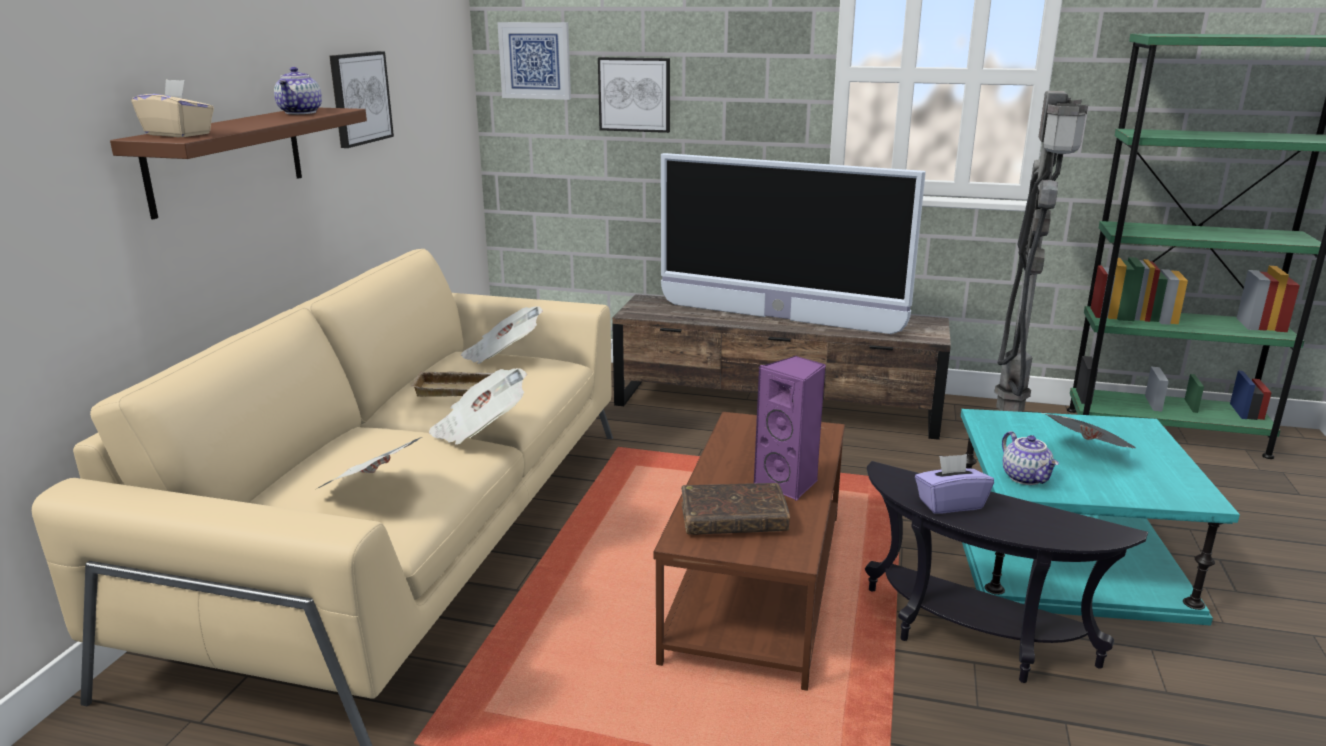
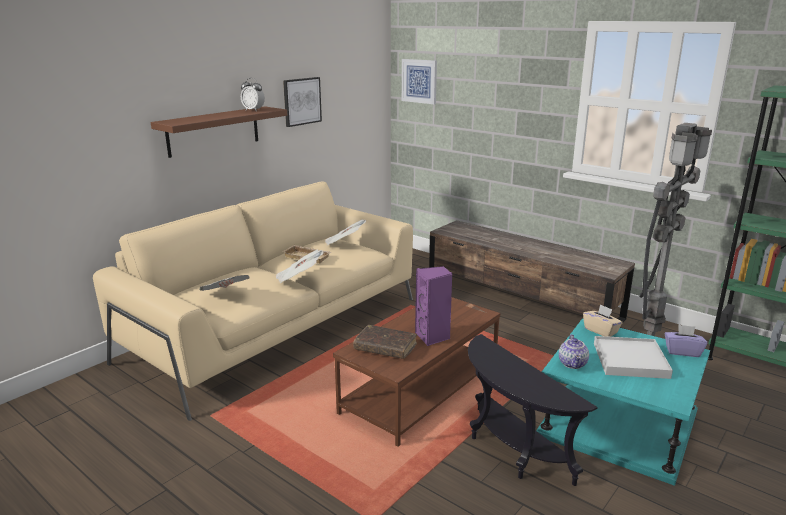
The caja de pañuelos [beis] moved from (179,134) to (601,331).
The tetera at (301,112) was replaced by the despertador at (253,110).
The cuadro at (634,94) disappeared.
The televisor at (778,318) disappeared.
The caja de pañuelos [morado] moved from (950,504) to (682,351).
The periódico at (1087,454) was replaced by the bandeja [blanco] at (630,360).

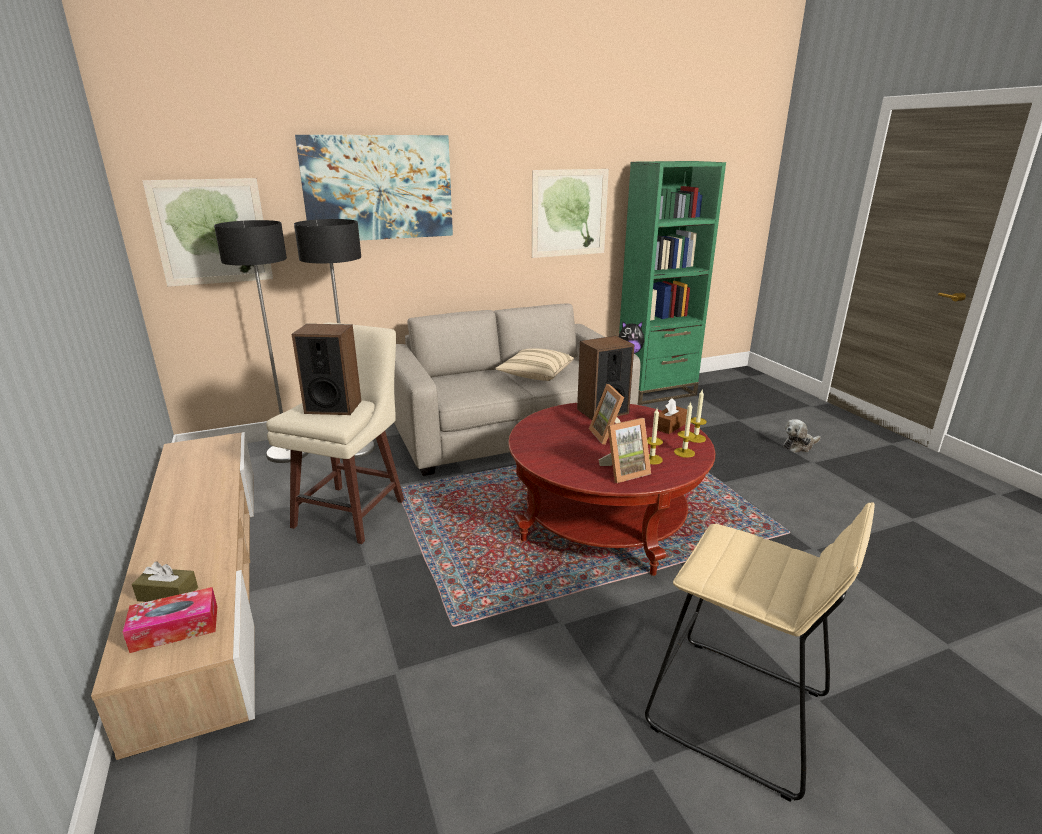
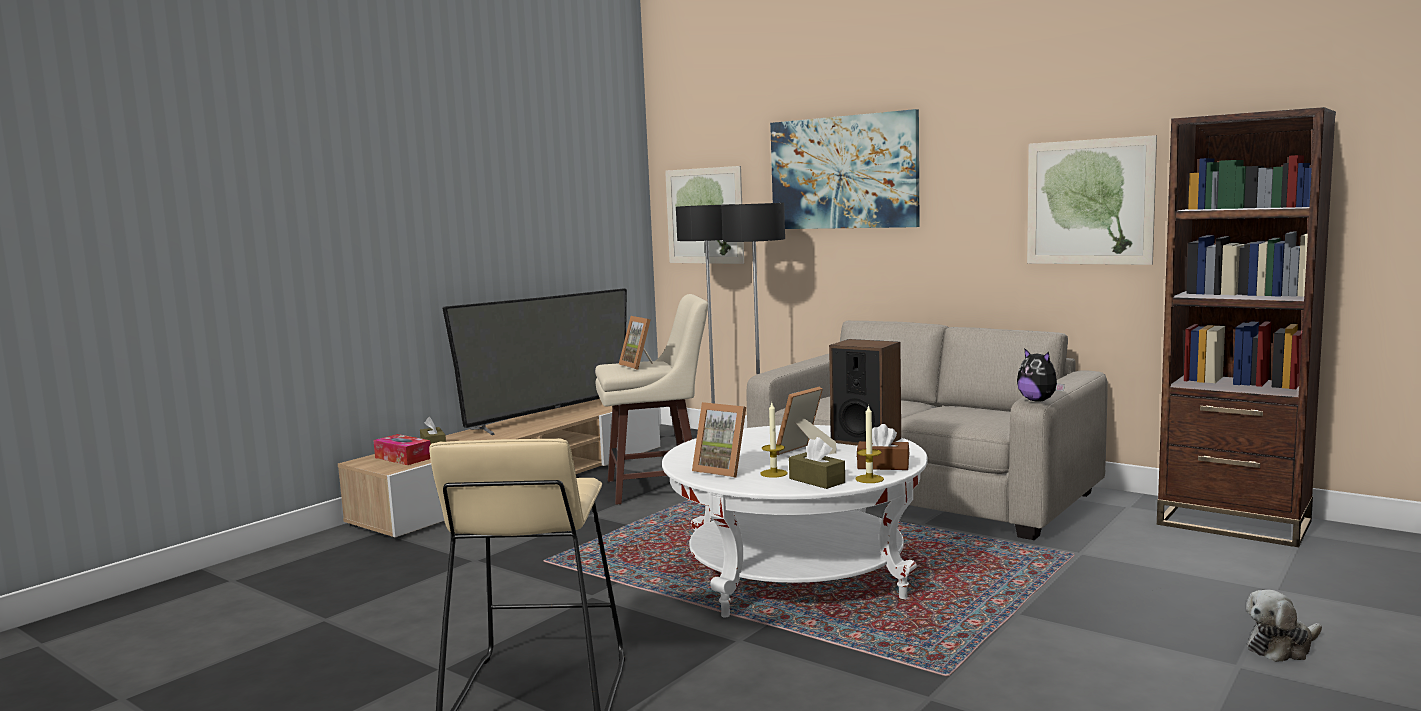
The altavoz at (333,407) was replaced by the portarretratos at (640,366).
The cojín [beis] at (535,375) disappeared.
The mesa de centro [rojo] at (604,521) became the mesa de centro [blanco] at (796,573).
The estantería [verde] at (655,392) became the estantería [marrón] at (1233,523).
The vela at (684,452) was replaced by the caja de pañuelos [marrón] at (817,480).
The peluche at (799,446) turned 60 degrees counterclockwise.
The televisor at (550,416) appeared.

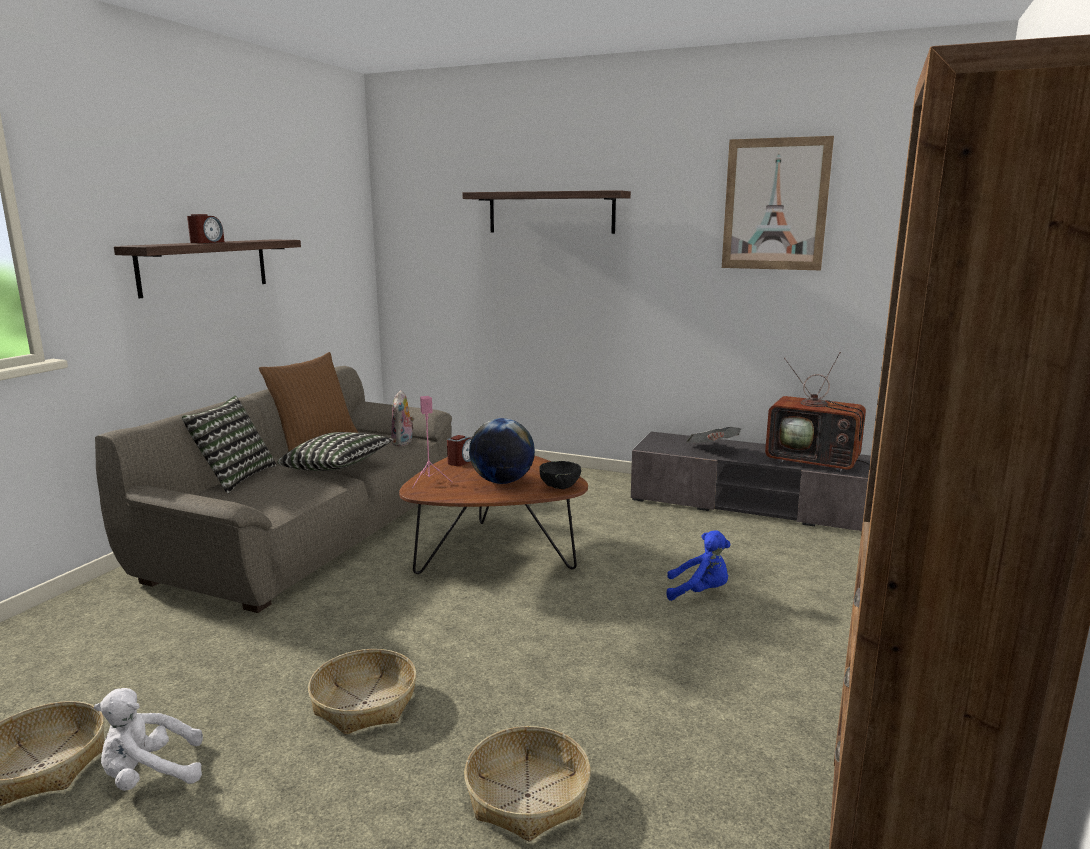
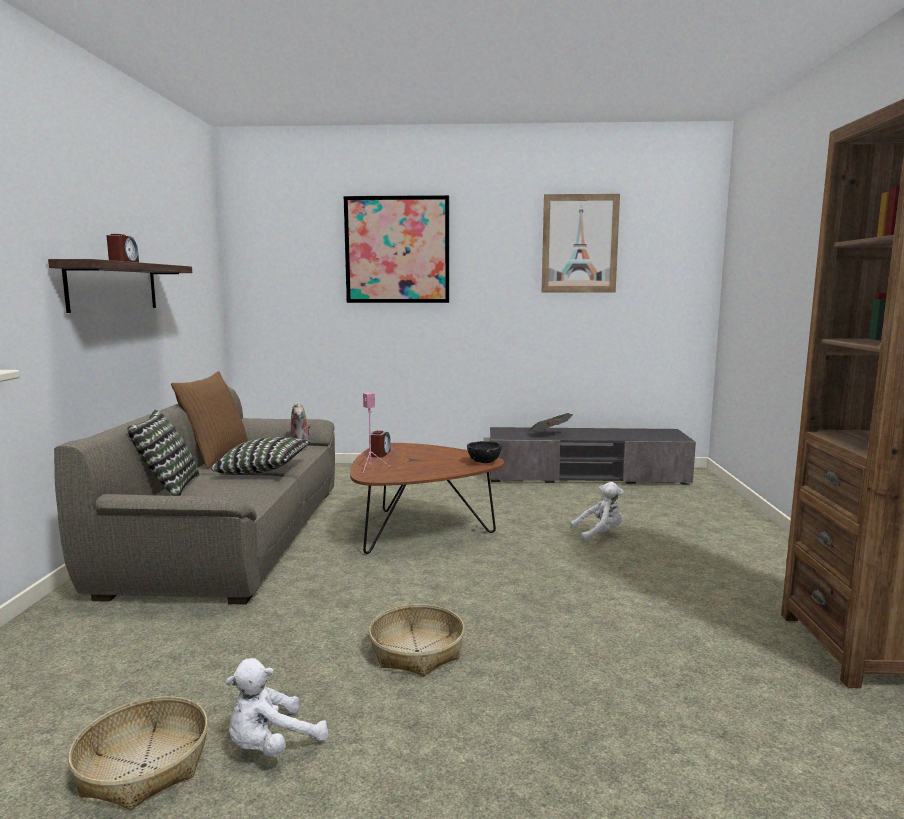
The estante at (551,212) was replaced by the cuadro at (397,250).
The cesta at (527,795) disappeared.
The globo terráqueo at (502,482) disappeared.
The peluche [azul] at (699,592) became the peluche [blanco] at (599,534).
The televisor at (815,461) disappeared.

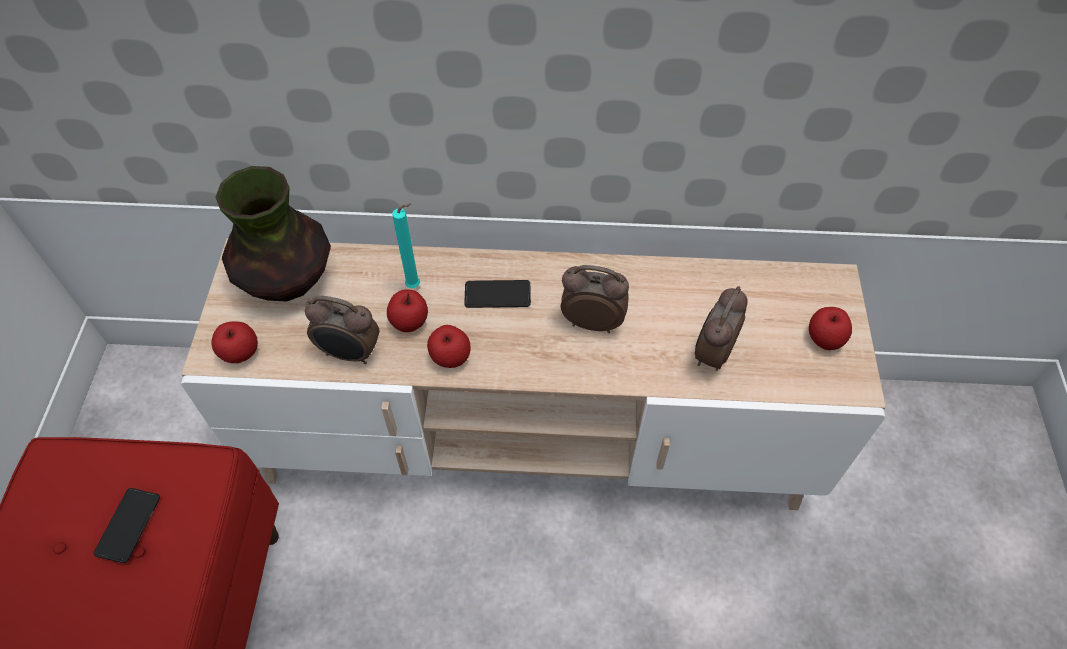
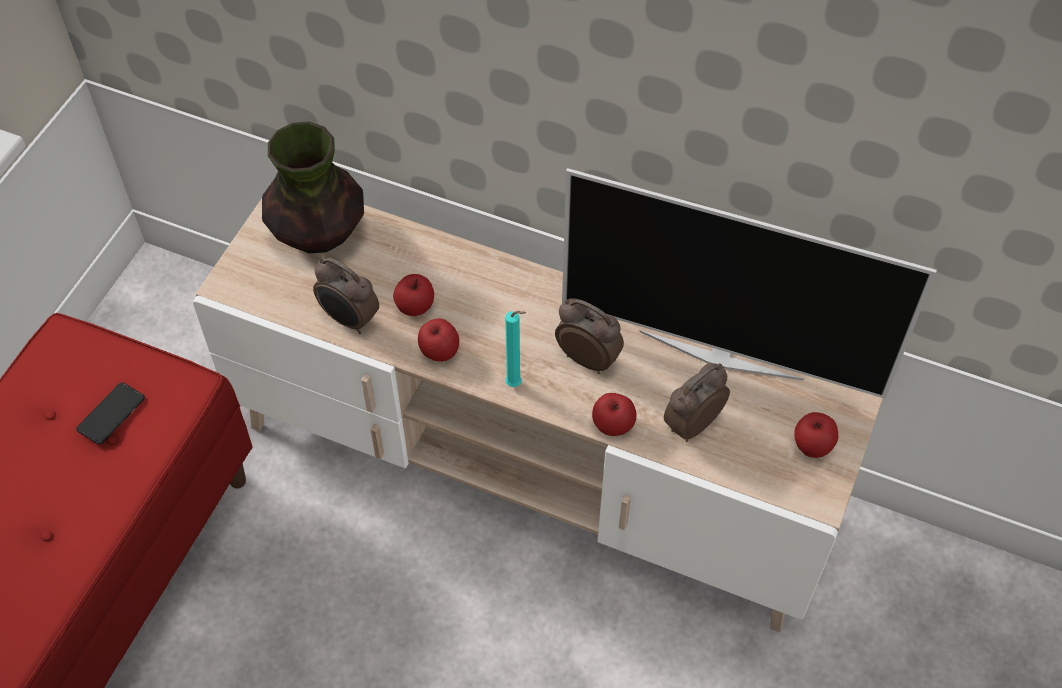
The manzana moved from (240,352) to (613,425).
The vela [turquesa] moved from (415,286) to (516,385).
The móvil at (497,295) disappeared.
The televisor at (721,353) appeared.

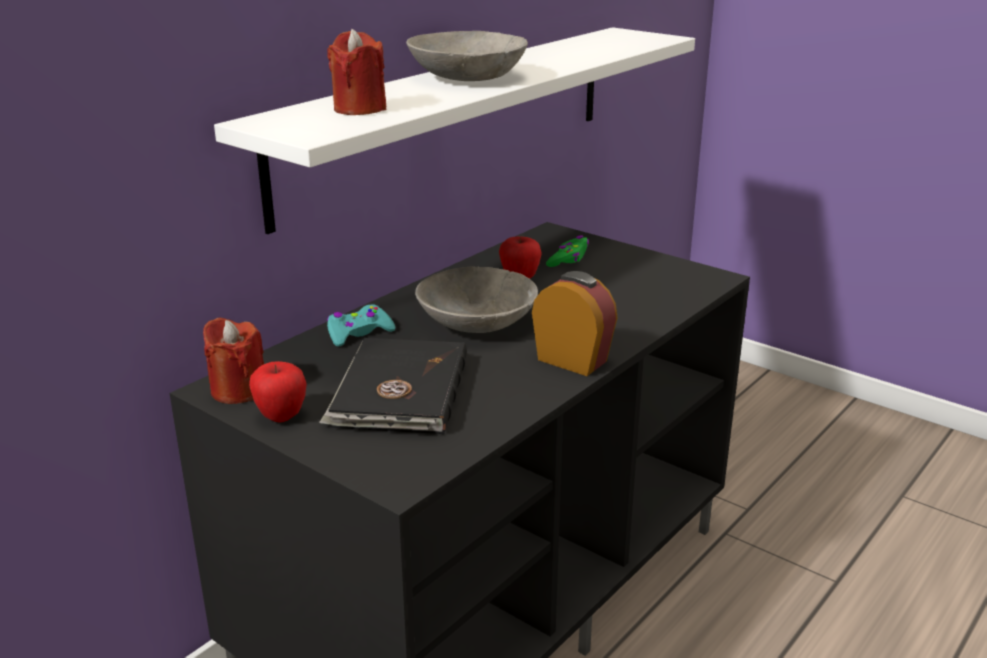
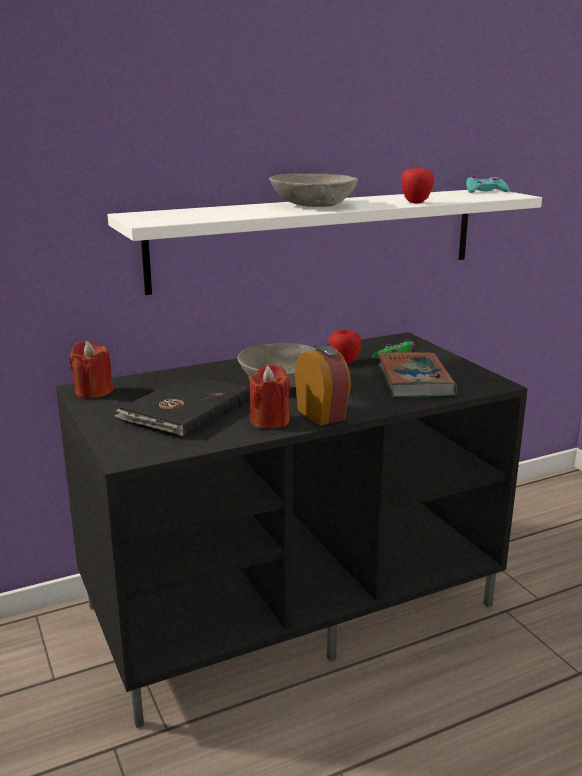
The manzana moved from (281,416) to (416,202).
The vela [rojo] moved from (360,109) to (269,421).
The mando de consola [turquesa] moved from (358,333) to (485,191).
The libro at (414,381) appeared.

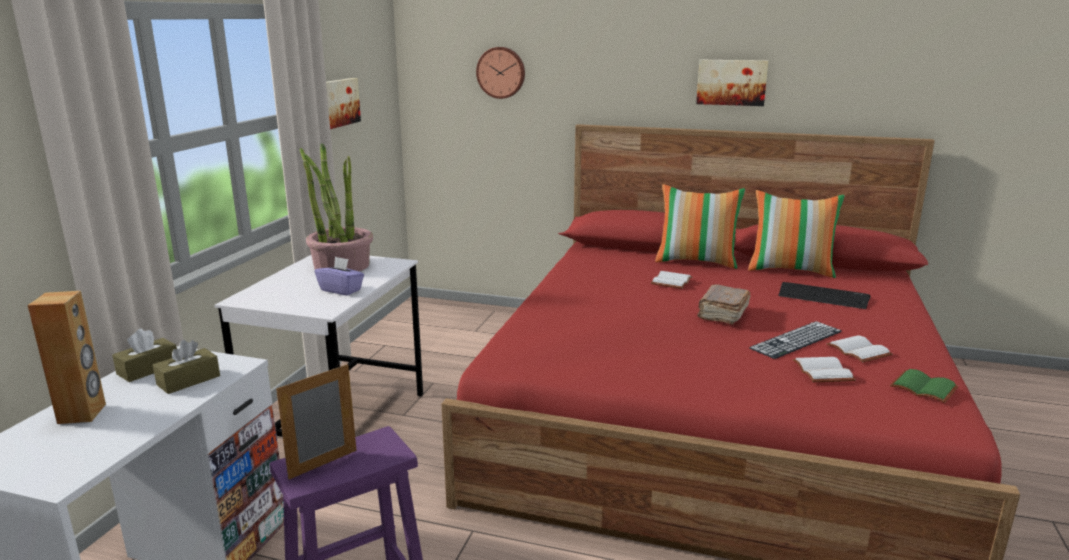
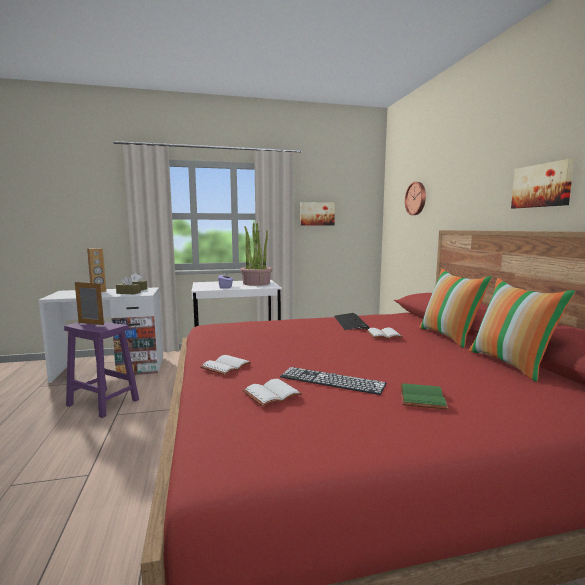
The libro [marrón] at (722,313) disappeared.
The teclado moved from (823,297) to (351,322).
The libro [blanco] moved from (856,351) to (225,366).
The libro [verde] moved from (922,388) to (420,397).

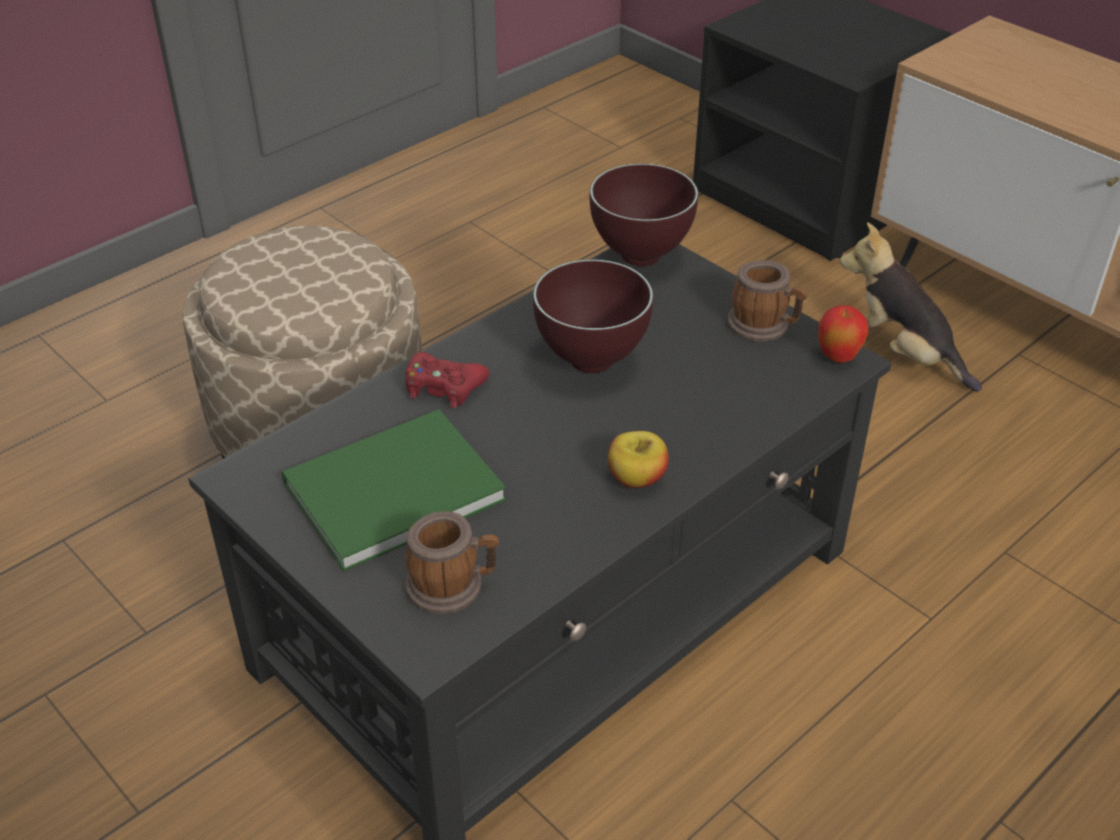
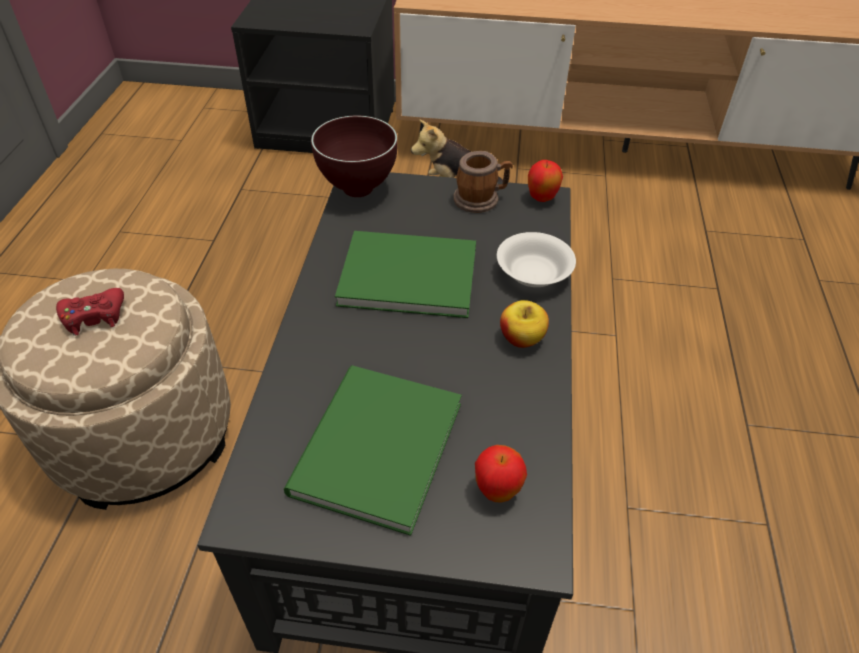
The mando de consola [rojo] moved from (443,387) to (94,316).
The taza grande at (453,585) was replaced by the manzana at (497,491).
The cuenco [marrón] at (592,360) was replaced by the libro [verde] at (405,273).
The cuenco [blanco] at (534,273) appeared.

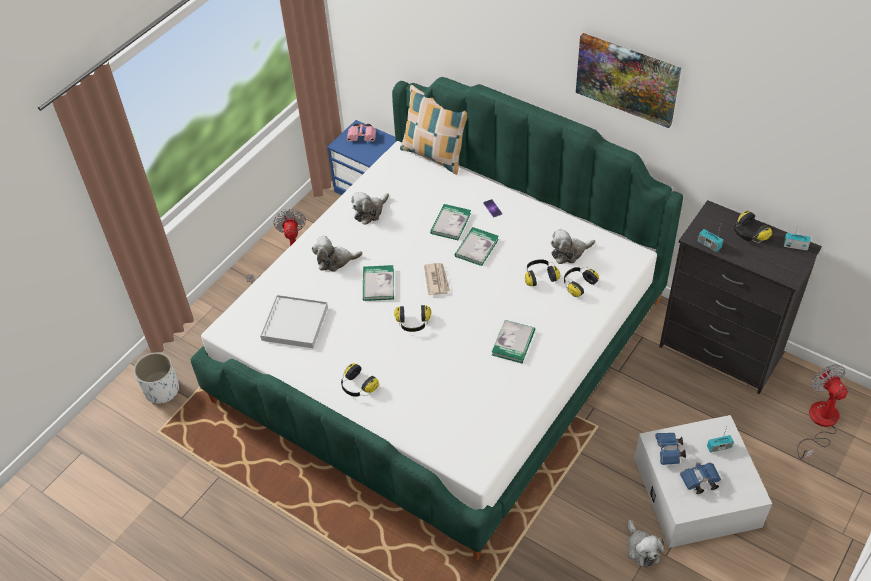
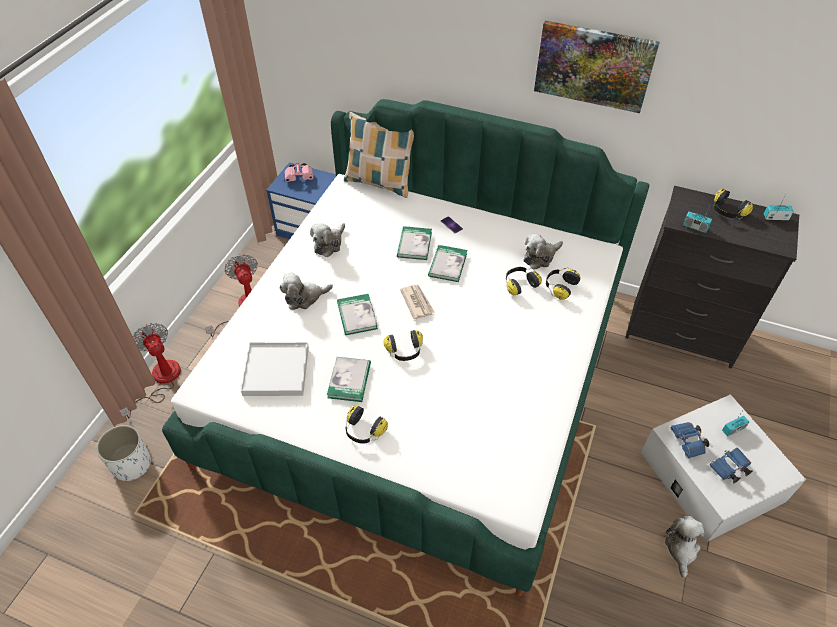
The libro moved from (513,343) to (349,380).
The peluche at (642,549) turned 135 degrees counterclockwise.
The ventilador moved from (820,423) to (160,380).

